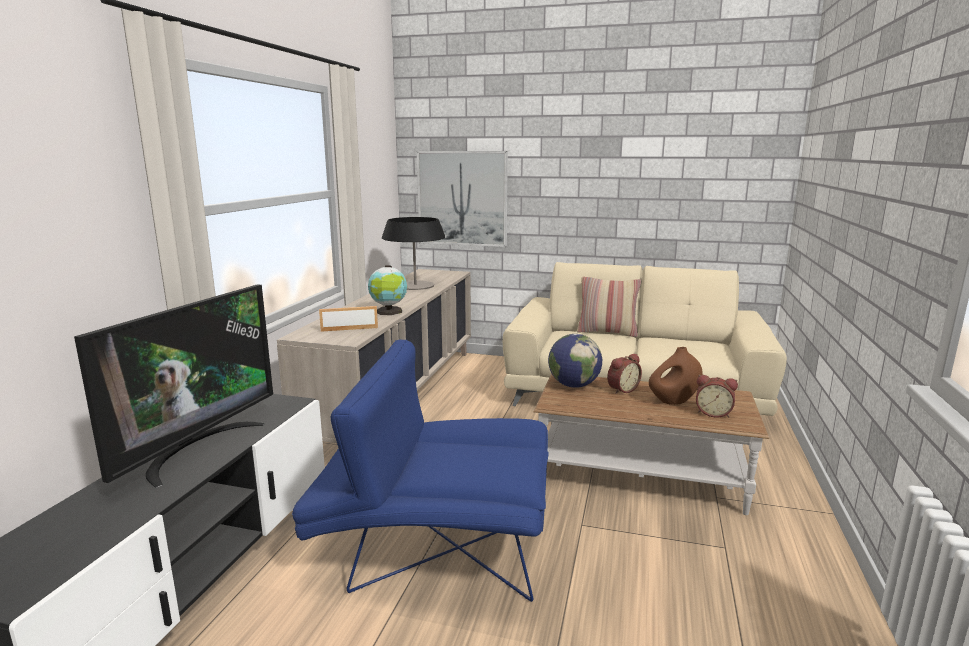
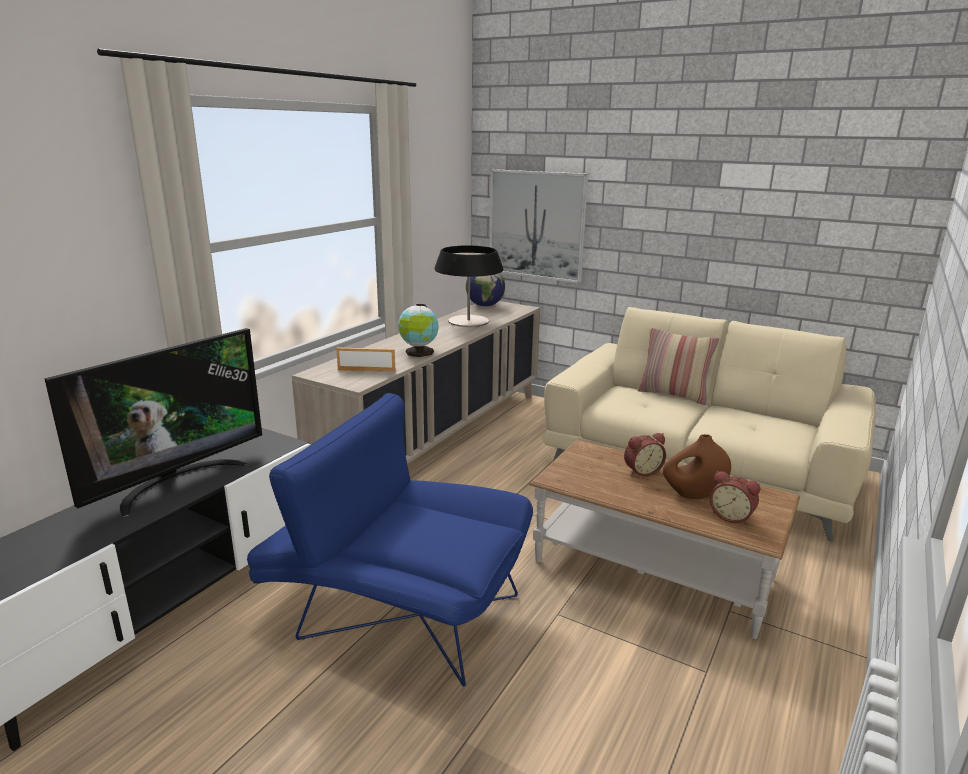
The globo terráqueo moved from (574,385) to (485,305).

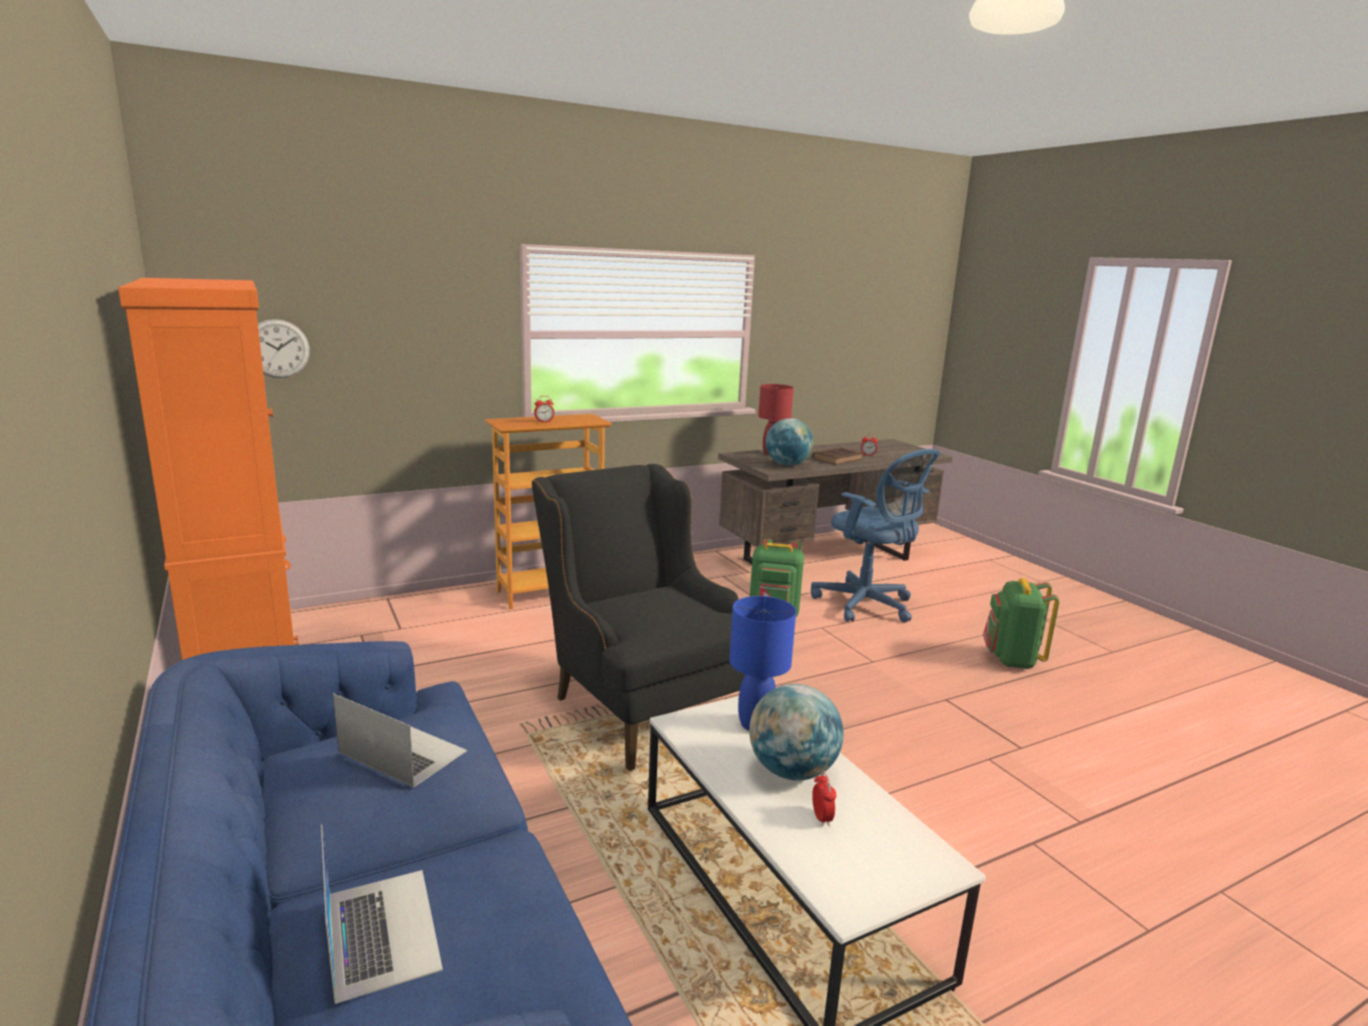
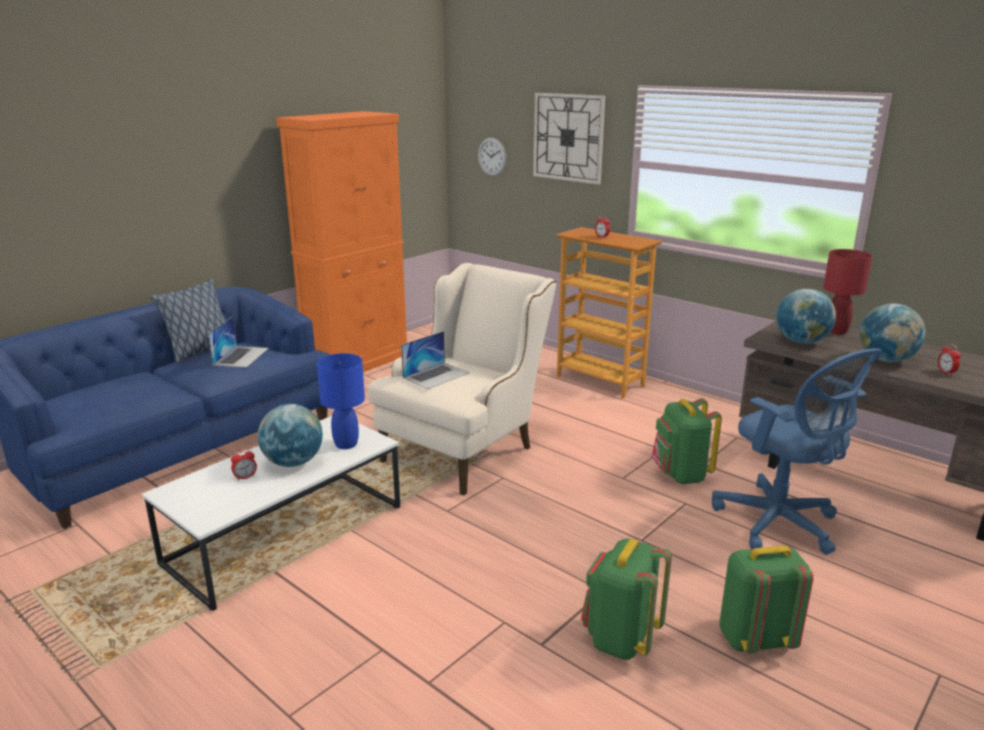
The portátil moved from (382,930) to (436,375).
The sillón [negro] at (640,703) became the sillón [beis] at (466,448).
The silla de oficina [azul] at (867,605) turned 60 degrees counterclockwise.
The libro [marrón] at (838,459) was replaced by the globo terráqueo at (886,360).
The cojín at (200,351) appeared.
The reloj de pared at (568,137) appeared.
The mochila [verde] at (620,639) appeared.

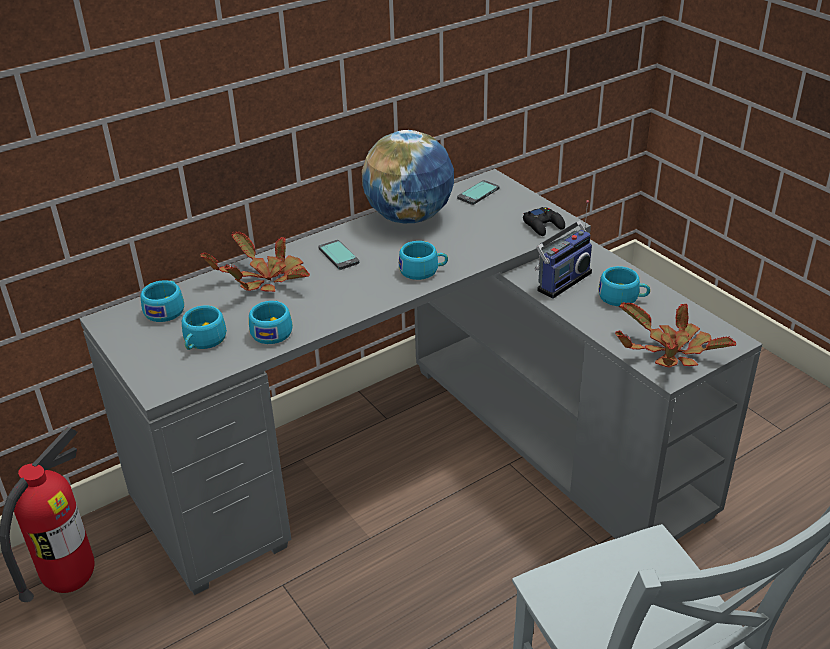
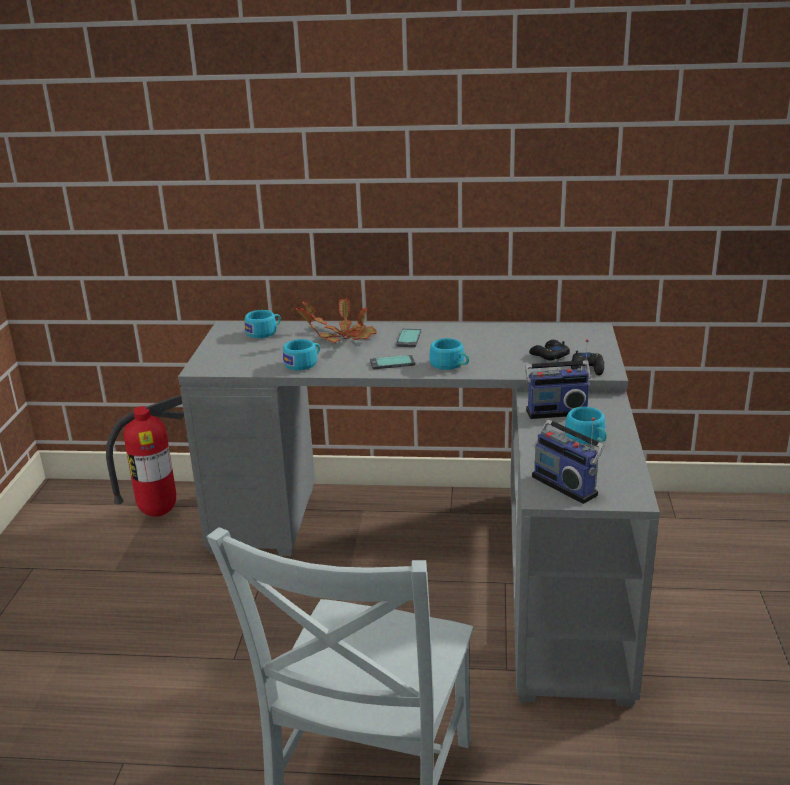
The taza [turquesa] at (203,341) disappeared.
The globo terráqueo at (409,217) disappeared.
The móvil moved from (478,193) to (392,363).
The planta en maceta at (670,352) was replaced by the radio at (566,484).
The mando de consola [negro] at (549,355) appeared.

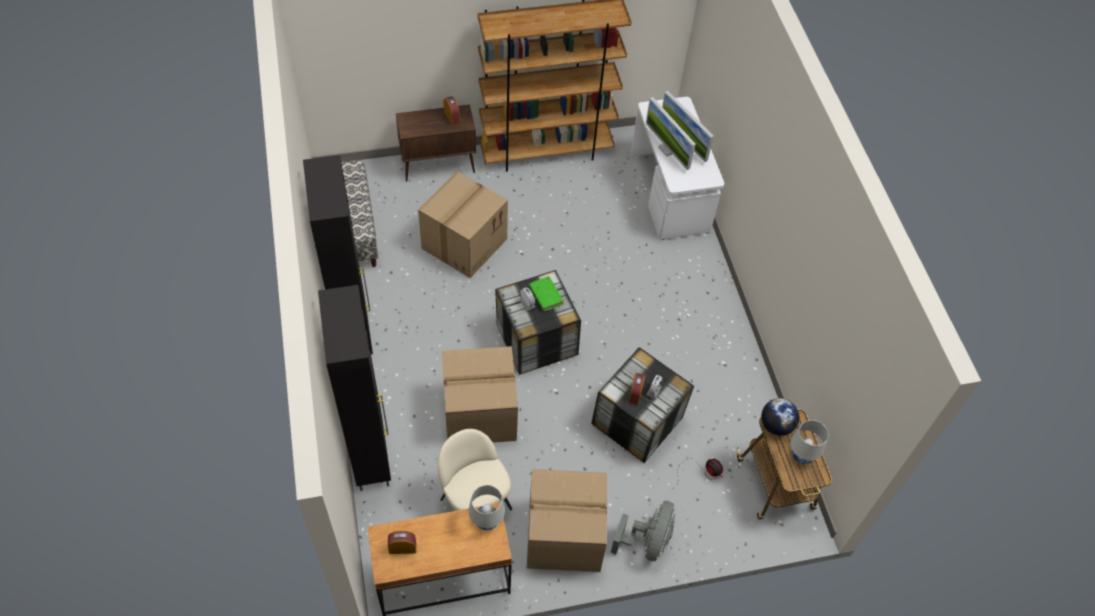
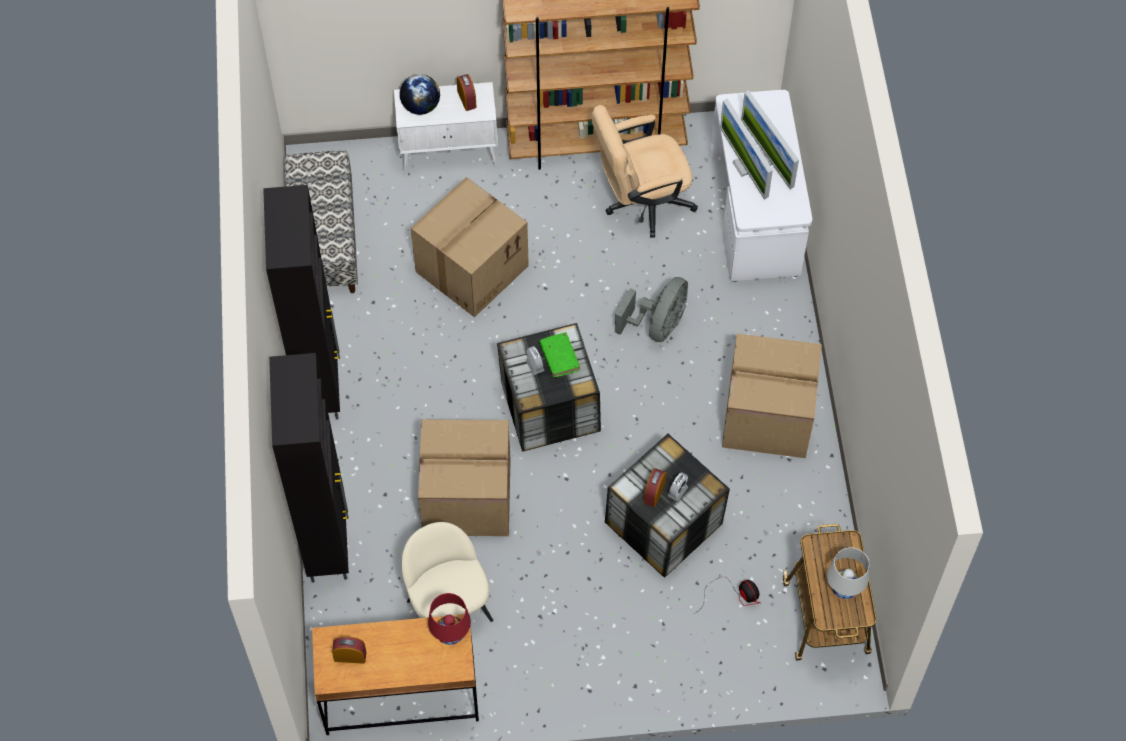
The armario [marrón] at (439,165) became the armario [blanco] at (450,155).
The lámpara de mesa [blanco] at (486,521) became the lámpara de mesa [rojo] at (450,633).
The caja de cartón moved from (563,536) to (766,417).
The ventilador [gris] moved from (647,541) to (658,325).
The globo terráqueo moved from (776,425) to (420,106).
The silla de oficina [beis] at (641,203) appeared.

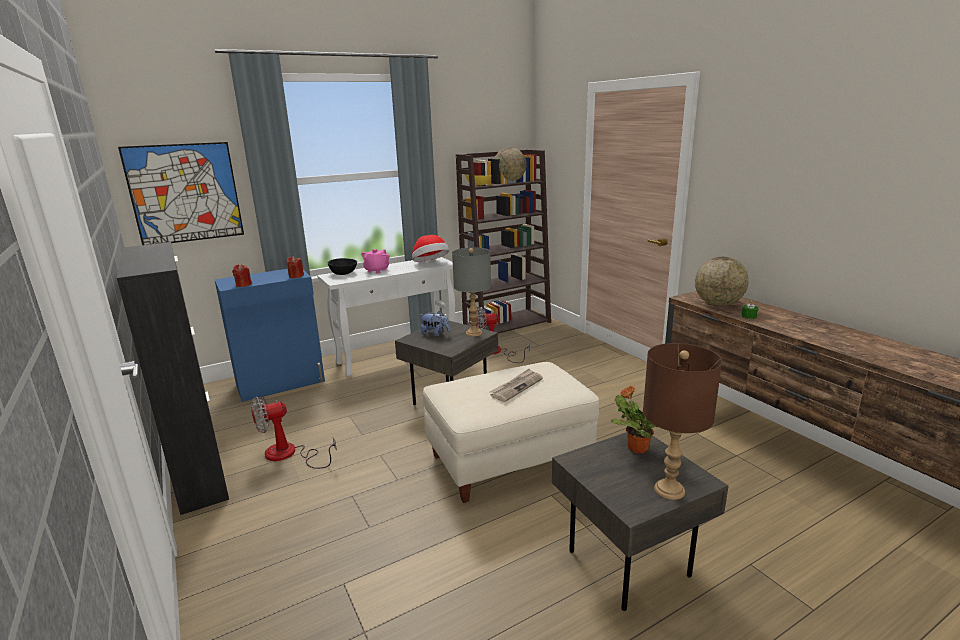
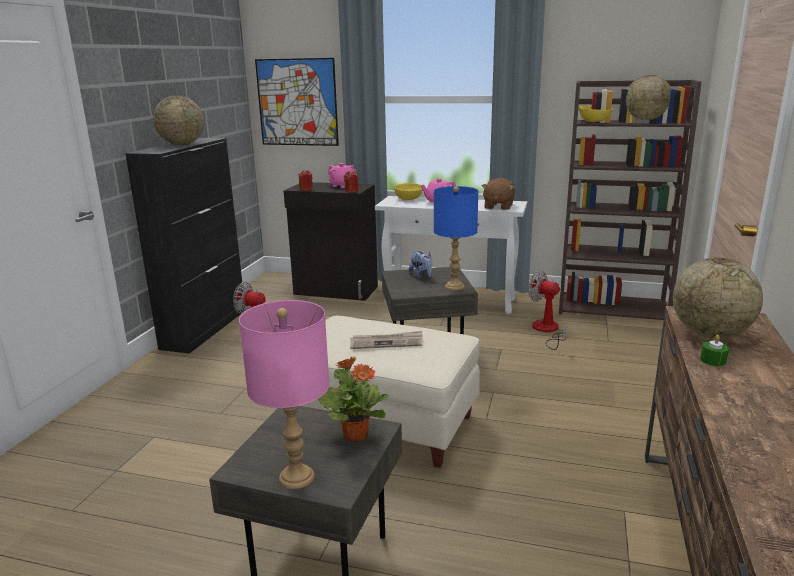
The armario [azul] at (281,383) became the armario [negro] at (336,291).
The cuenco [negro] at (343,273) became the cuenco [amarillo] at (408,198).
The sombrero at (430,264) was replaced by the peluche [marrón] at (498,207).
The lámpara de mesa [gris] at (474,333) became the lámpara de mesa [azul] at (454,286).
The lámpara de mesa [marrón] at (670,490) became the lámpara de mesa [rosa] at (296,477).
The globo terráqueo at (182,144) appeared.
The tetera [rosa] at (342,186) appeared.

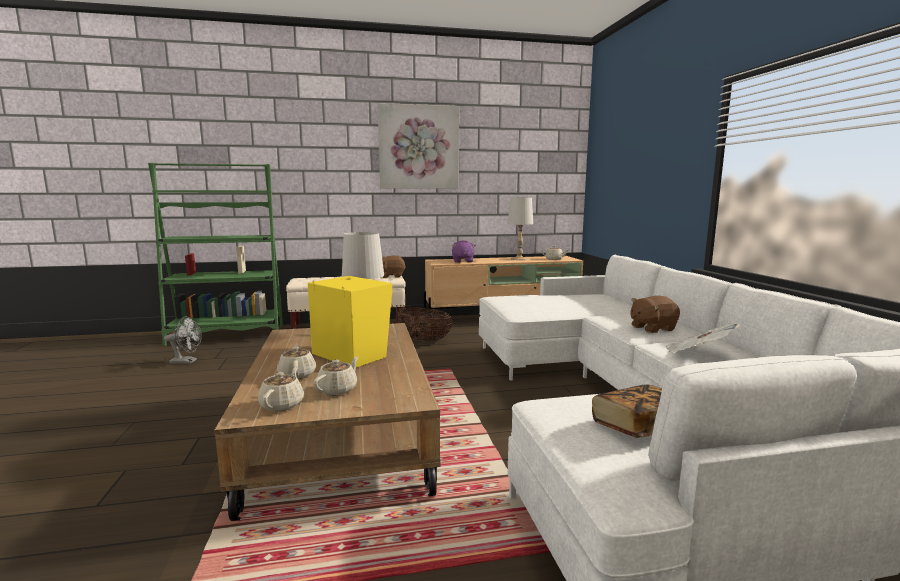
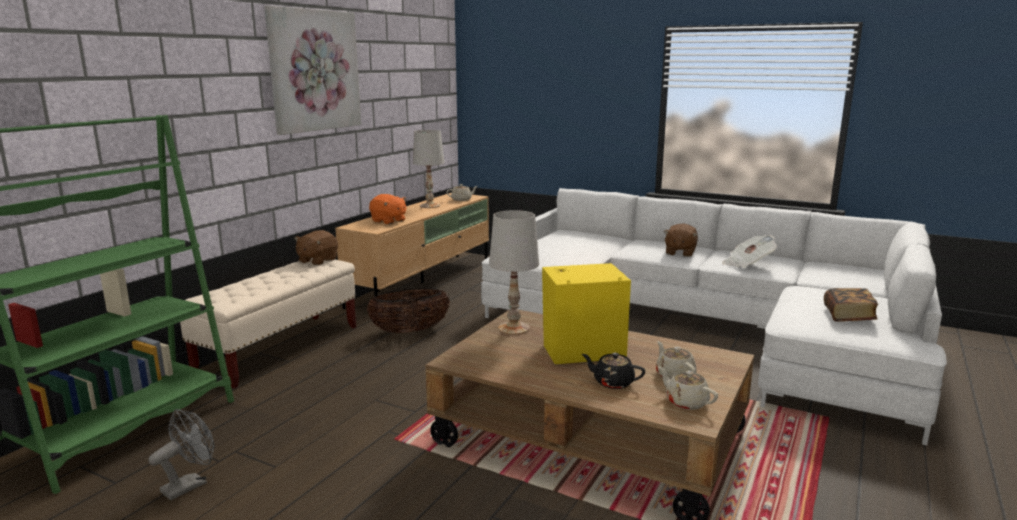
The tetera [beis] at (297,374) became the tetera [negro] at (612,382).
The peluche [morado] at (462,261) became the peluche [naranja] at (388,221).

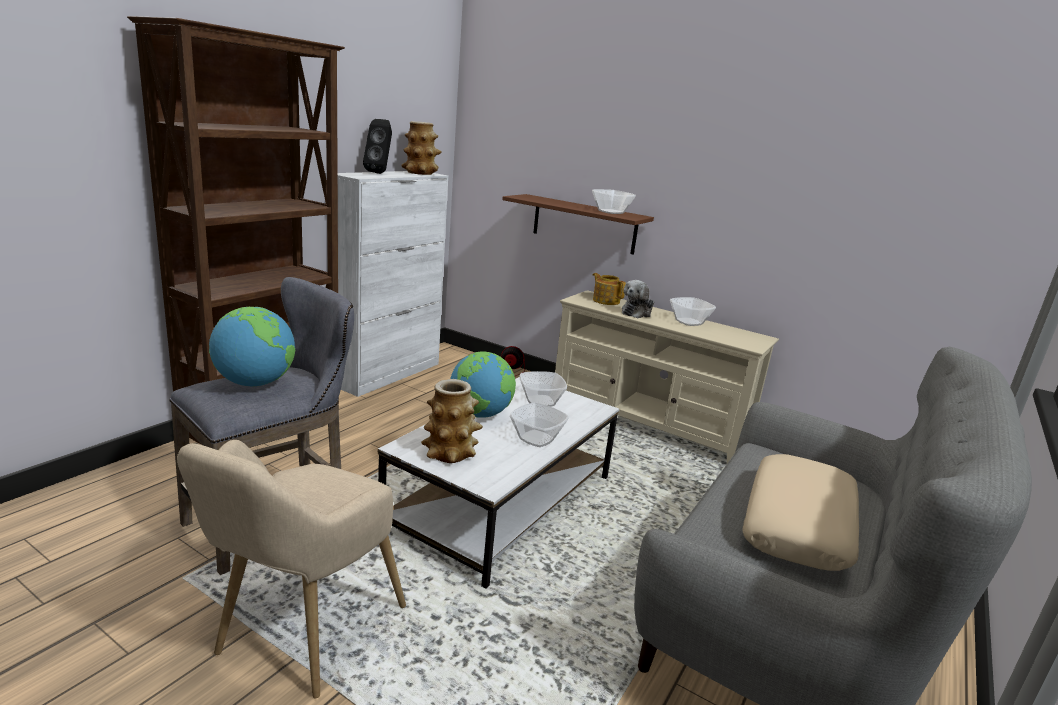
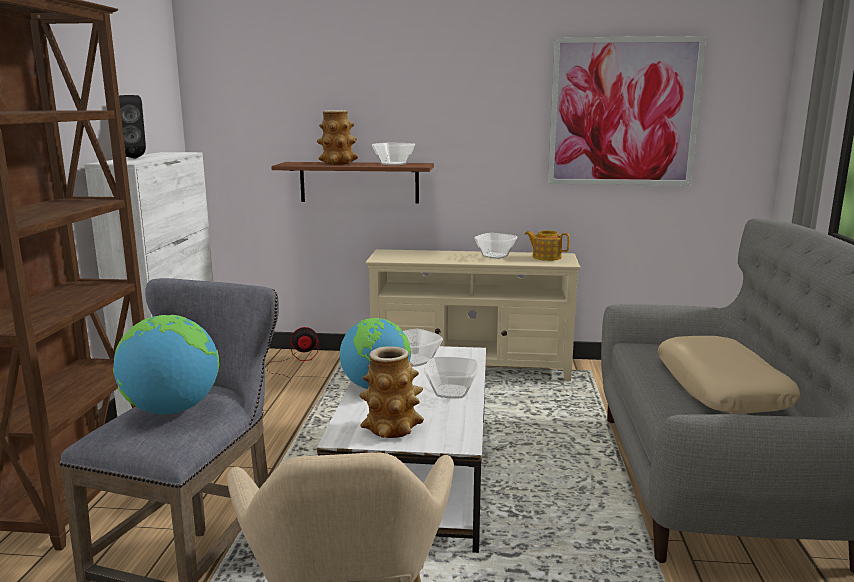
The florero moved from (420,173) to (338,163).
The tetera moved from (606,301) to (546,257).
The peluche at (637,312) disappeared.
The cuadro at (623,112) appeared.

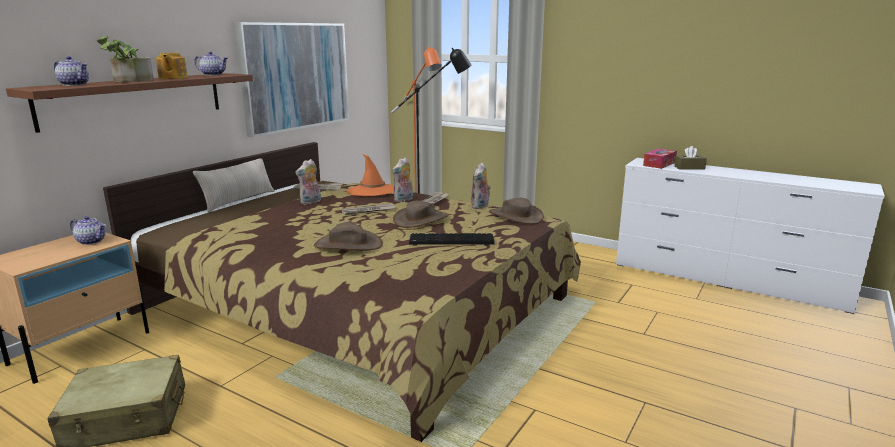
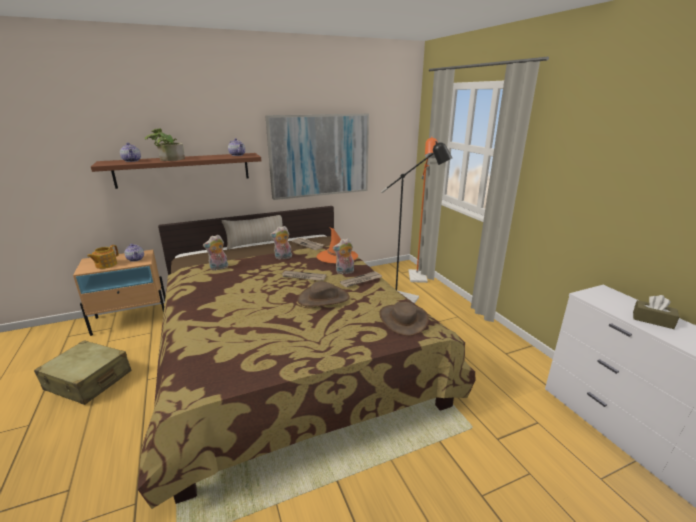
The tetera moved from (172,78) to (106,265).
The sombrero [marrón] at (348,245) disappeared.
The teclado at (450,241) disappeared.
The peluche moved from (480,206) to (218,268).
The caja de pañuelos at (659,164) disappeared.

